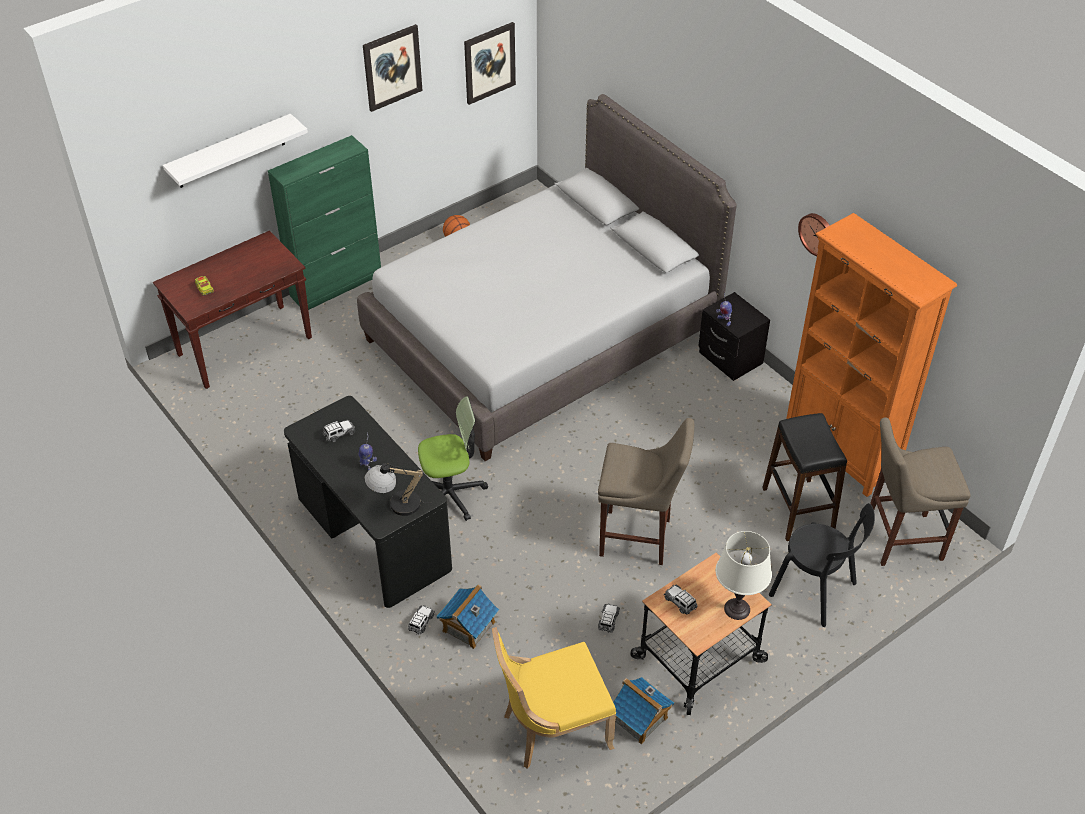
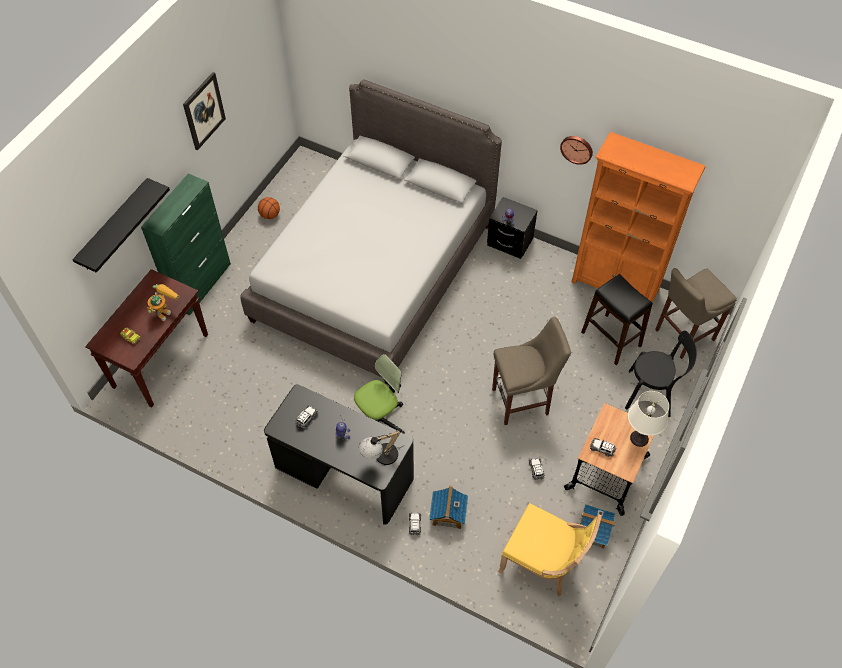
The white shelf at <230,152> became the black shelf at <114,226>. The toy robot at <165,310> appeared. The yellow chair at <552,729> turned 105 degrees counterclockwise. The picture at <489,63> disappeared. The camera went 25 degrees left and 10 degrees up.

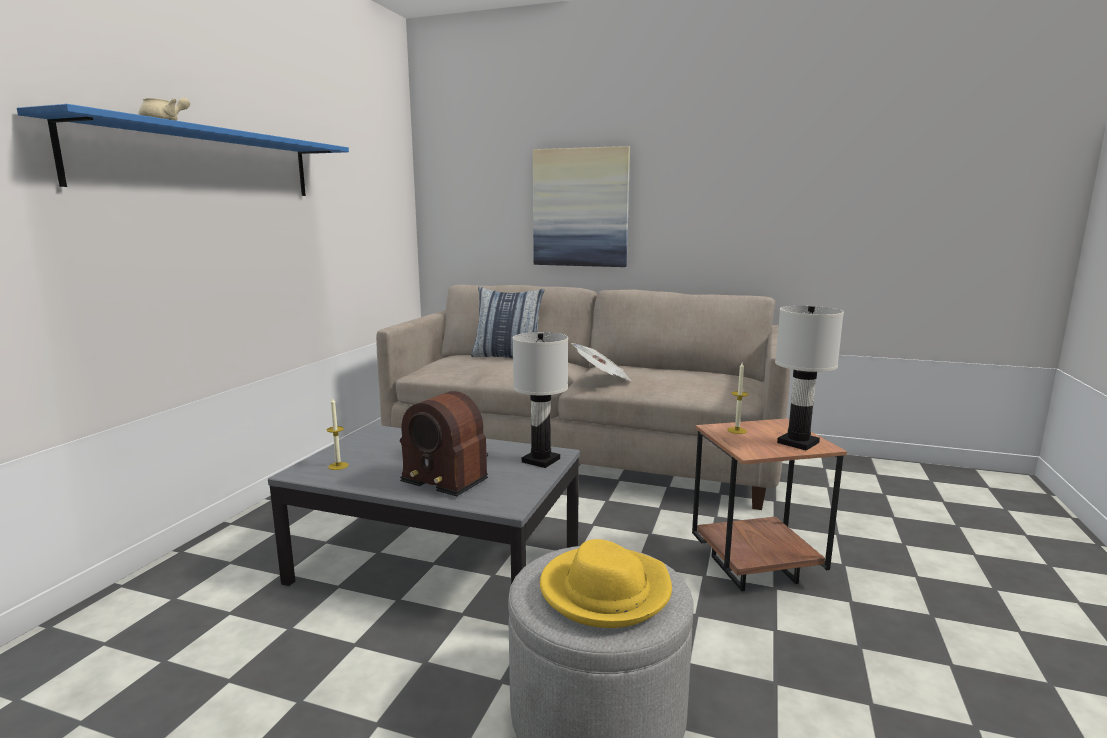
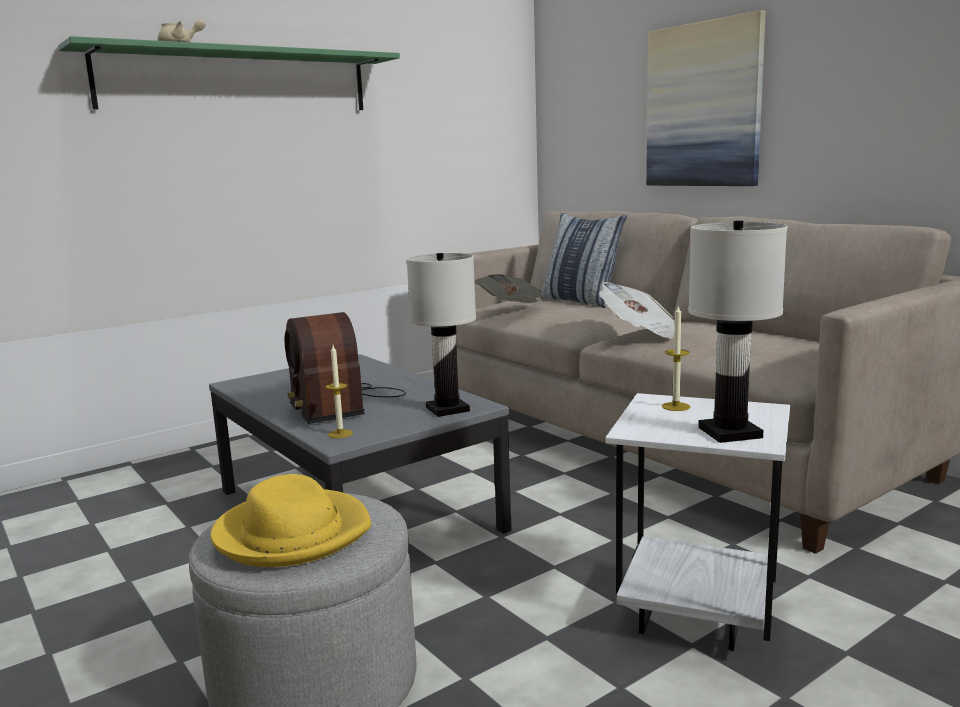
The blue shelf at <203,163> became the green shelf at <238,81>. The candle moved from <338,466> to <340,434>. The newspaper at <511,308> appeared. The brown side table at <755,571> became the white side table at <694,618>. The camera went 35 degrees right and 0 degrees up.

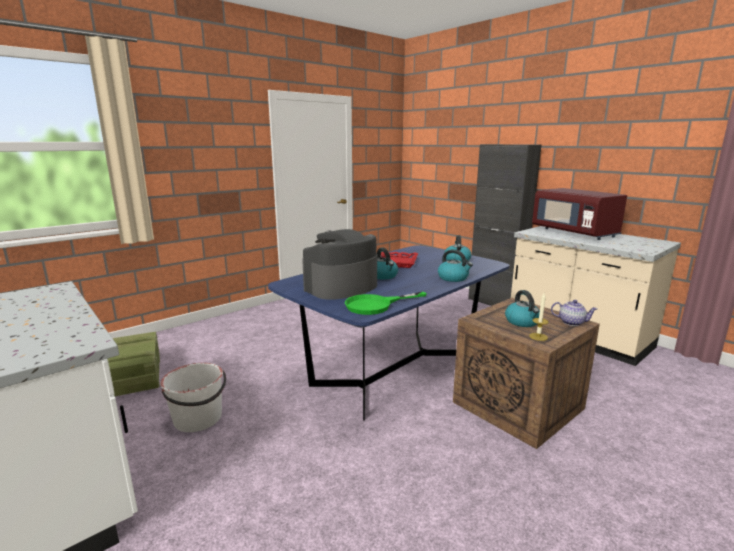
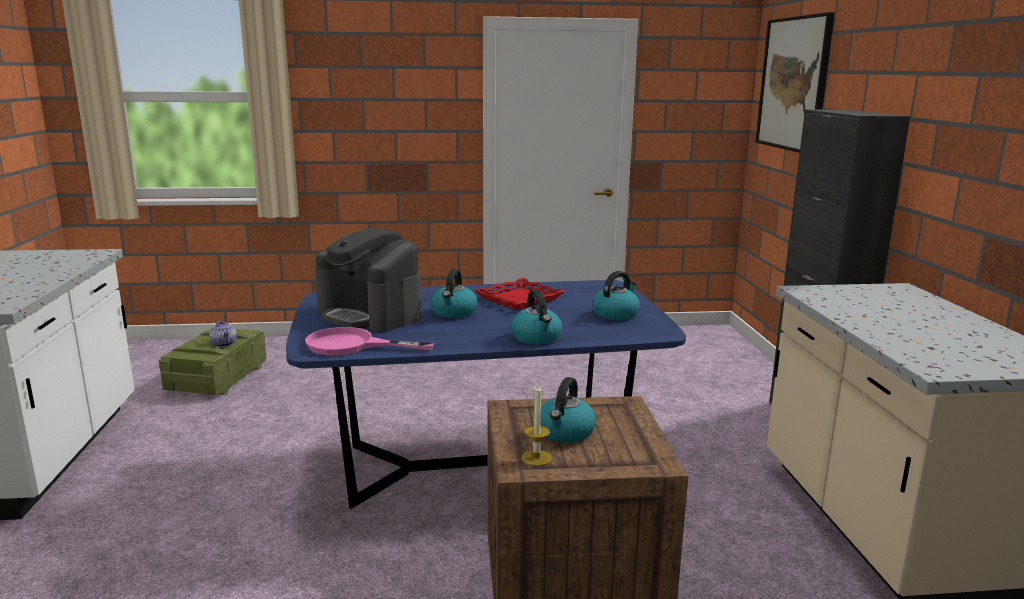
The teapot moved from <571,322> to <225,344>. The green frying pan at <376,305> became the pink frying pan at <352,345>. The coffee machine at <341,287> turned 135 degrees counterclockwise. The picture at <794,84> appeared. The white bucket at <198,419> disappeared. The red microwave at <574,233> disappeared. The camera went 35 degrees right and 0 degrees up.

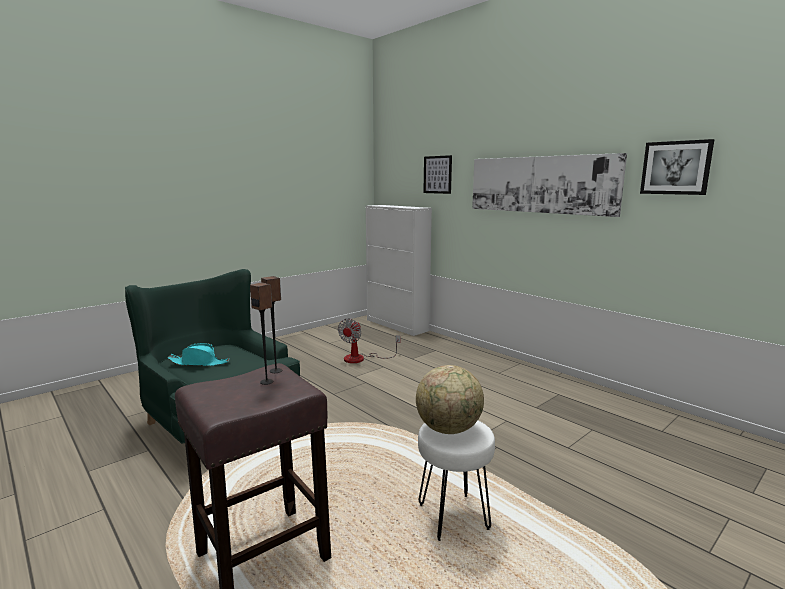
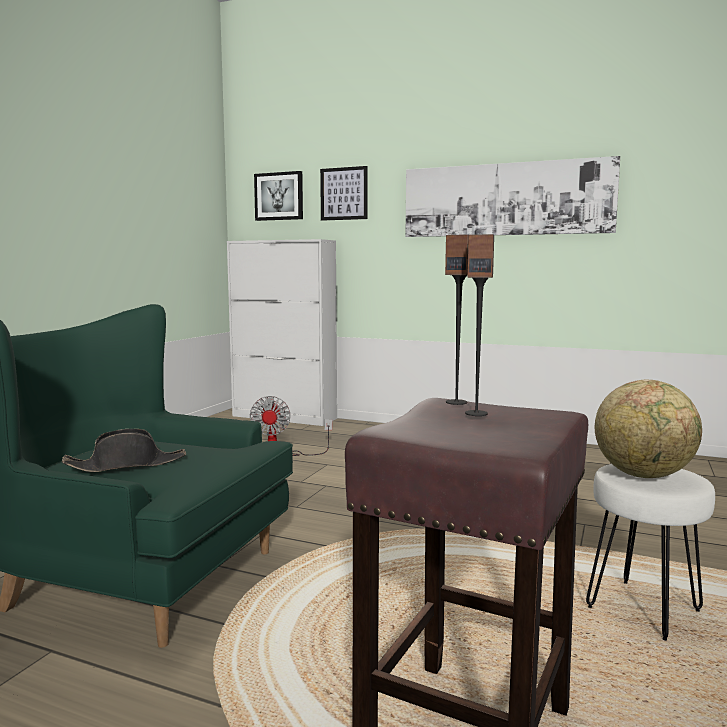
The turquoise hat at <199,363> became the black hat at <127,465>. The picture moved from <676,168> to <279,196>. The camera went 25 degrees left and 5 degrees down.

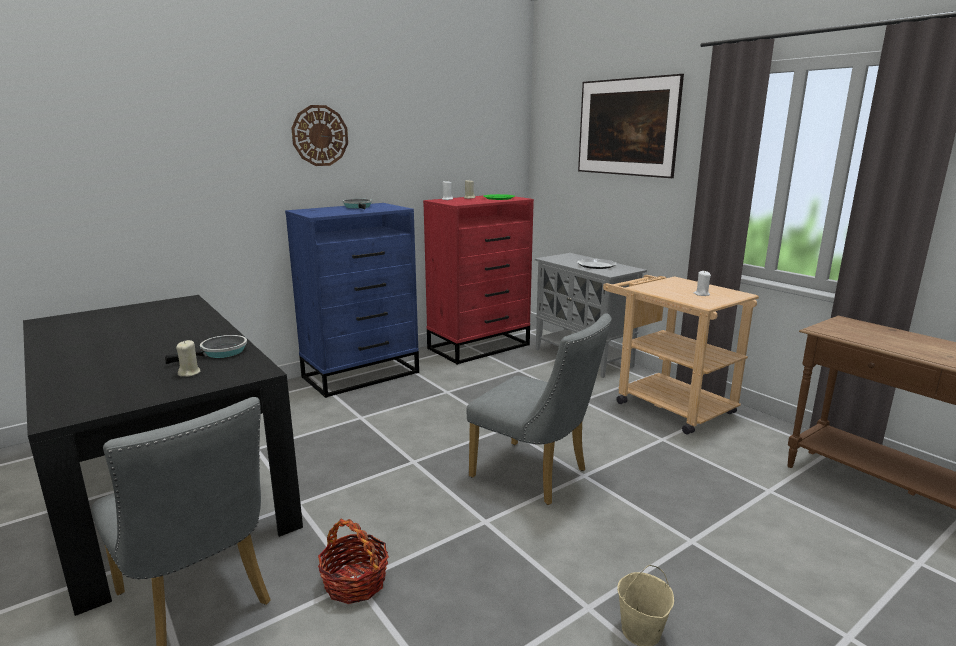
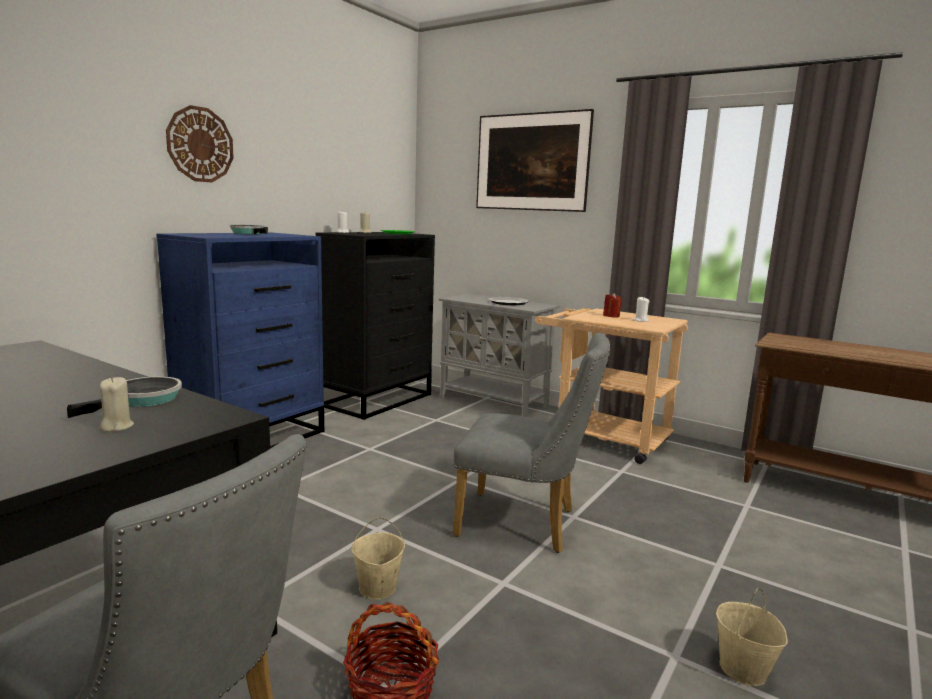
The red dresser at <479,346> became the black dresser at <378,400>. The beige bucket at <377,588> appeared. The red candle at <611,316> appeared. The camera went 20 degrees left and 5 degrees down.

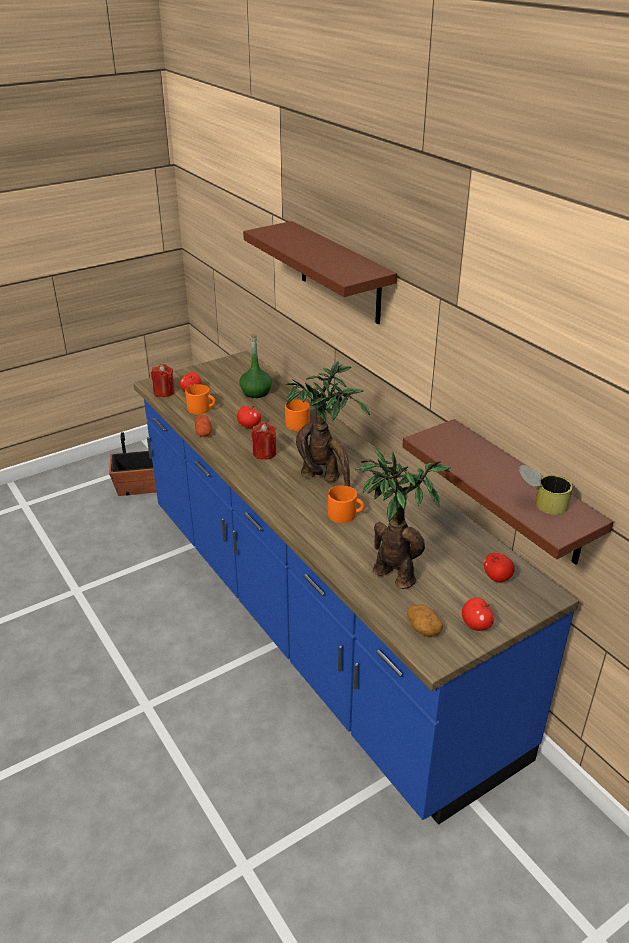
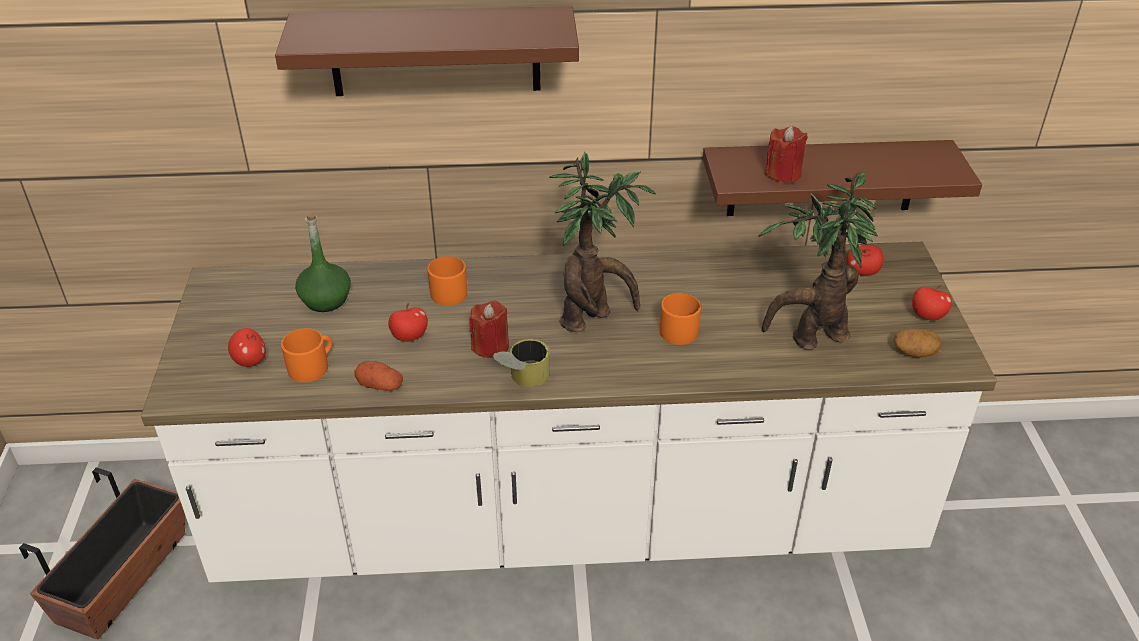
The blue counter at <314,621> became the white counter at <569,518>. The can moved from <540,503> to <522,380>. The red candle moved from <164,392> to <783,173>. The camera went 60 degrees left and 5 degrees up.

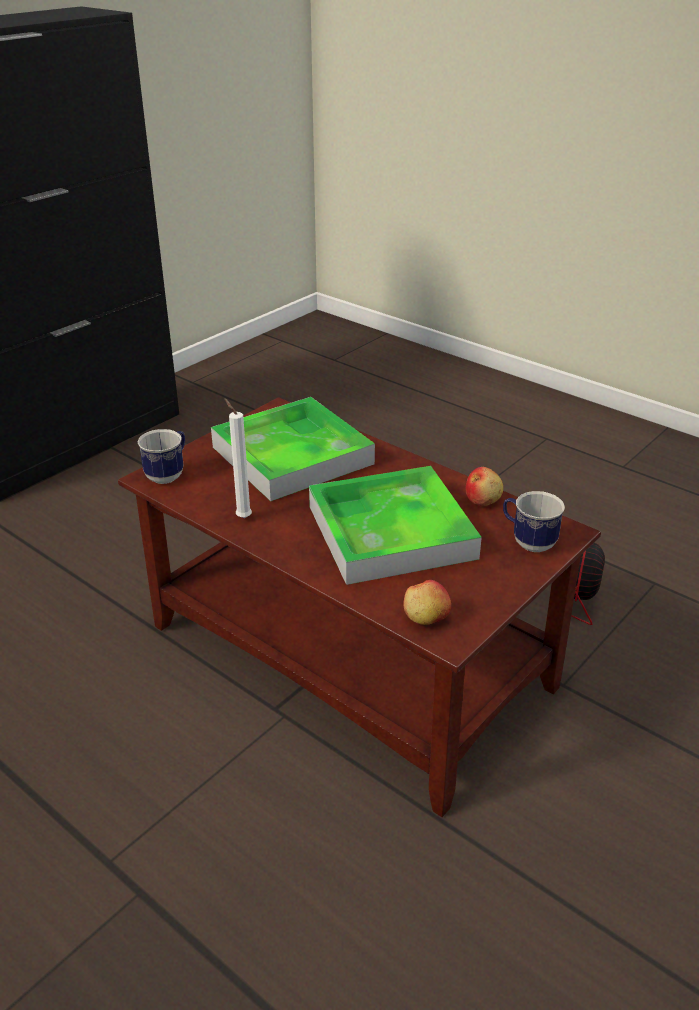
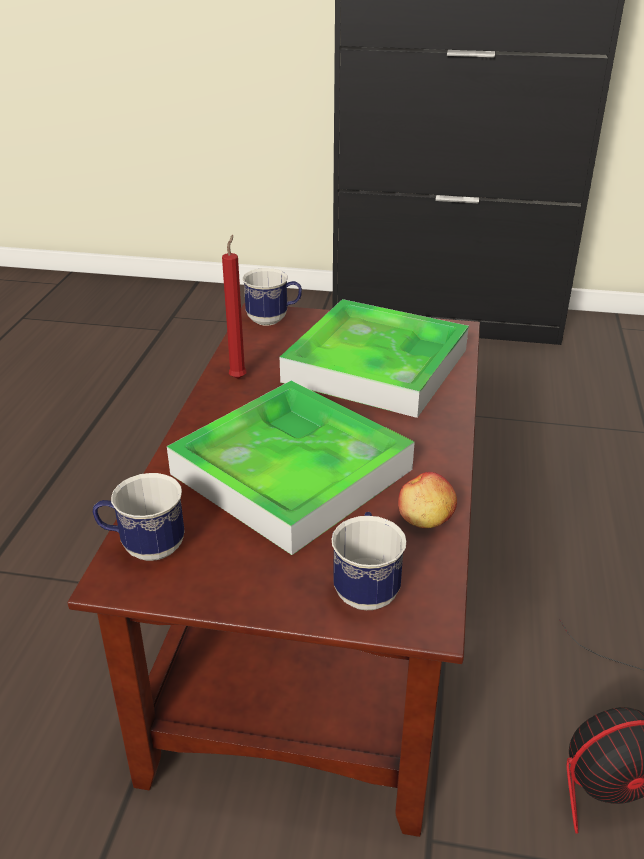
The apple at <426,618> was replaced by the mug at <144,548>. The white candle at <242,517> became the red candle at <239,377>. The camera went 60 degrees right and 0 degrees up.

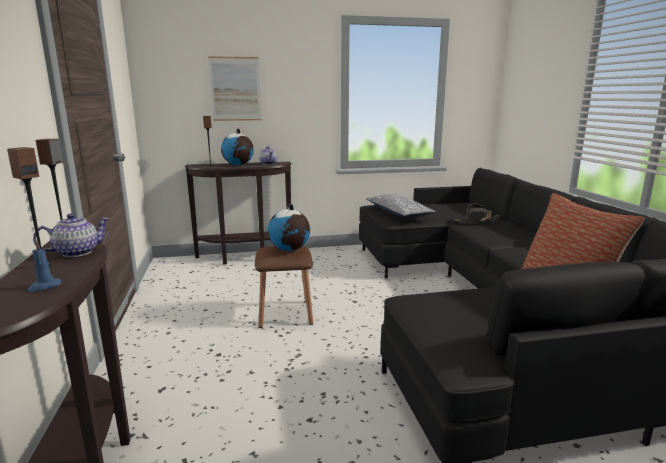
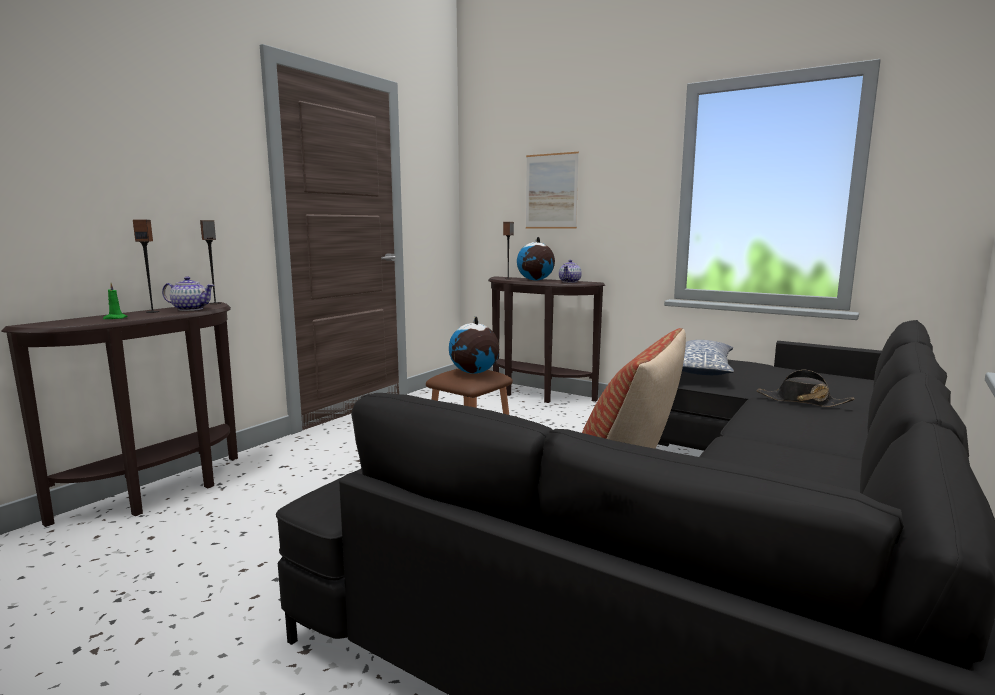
The blue candle at <44,287> became the green candle at <114,318>. The camera went 45 degrees right and 5 degrees down.

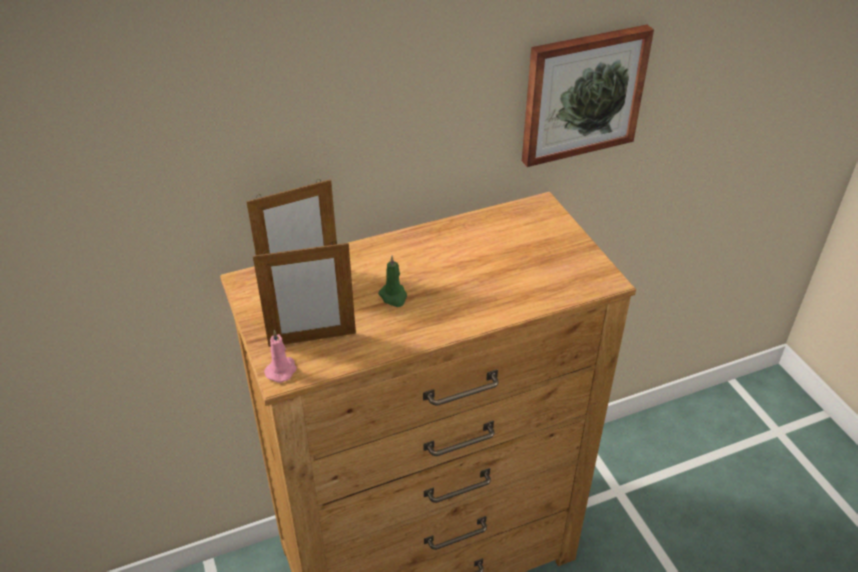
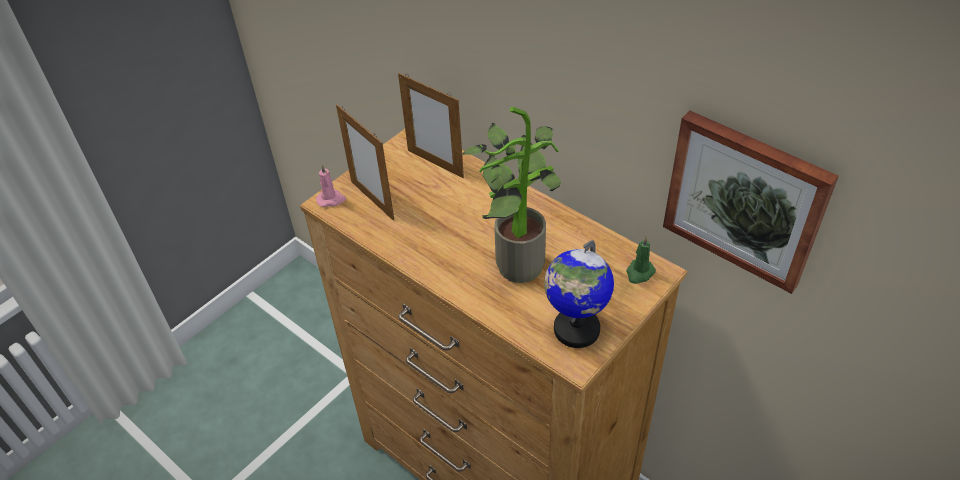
The potted plant at <516,261> appeared. The globe at <576,329> appeared. The green candle moved from <394,296> to <639,273>. The camera went 65 degrees right and 5 degrees up.

